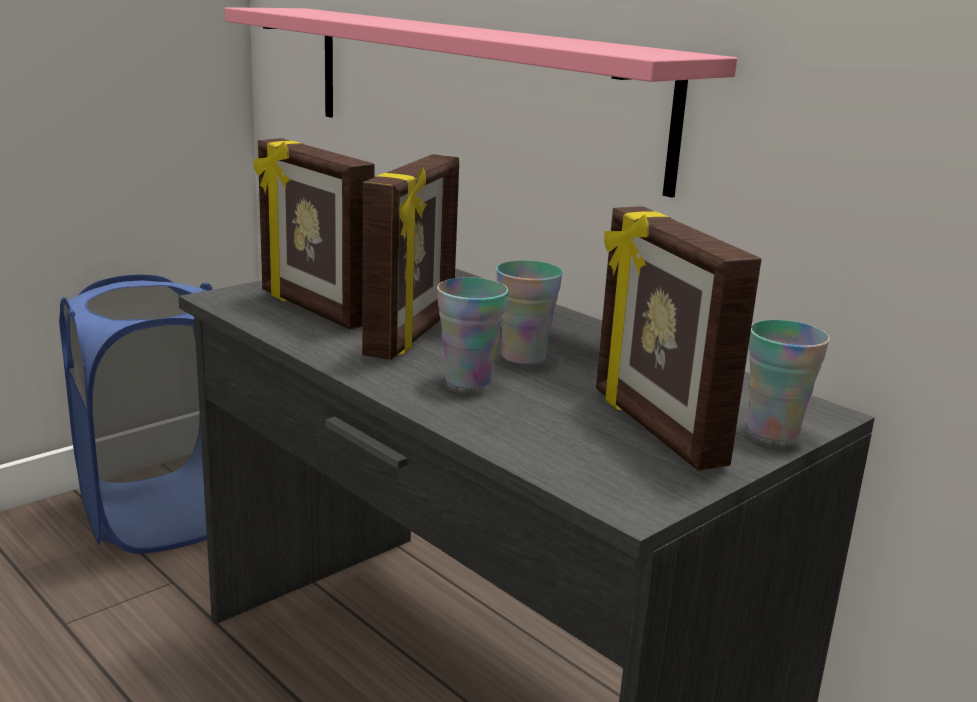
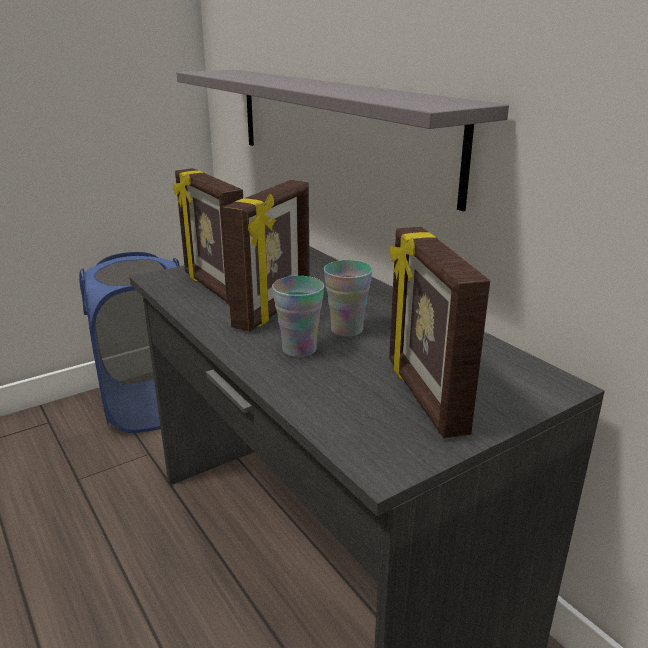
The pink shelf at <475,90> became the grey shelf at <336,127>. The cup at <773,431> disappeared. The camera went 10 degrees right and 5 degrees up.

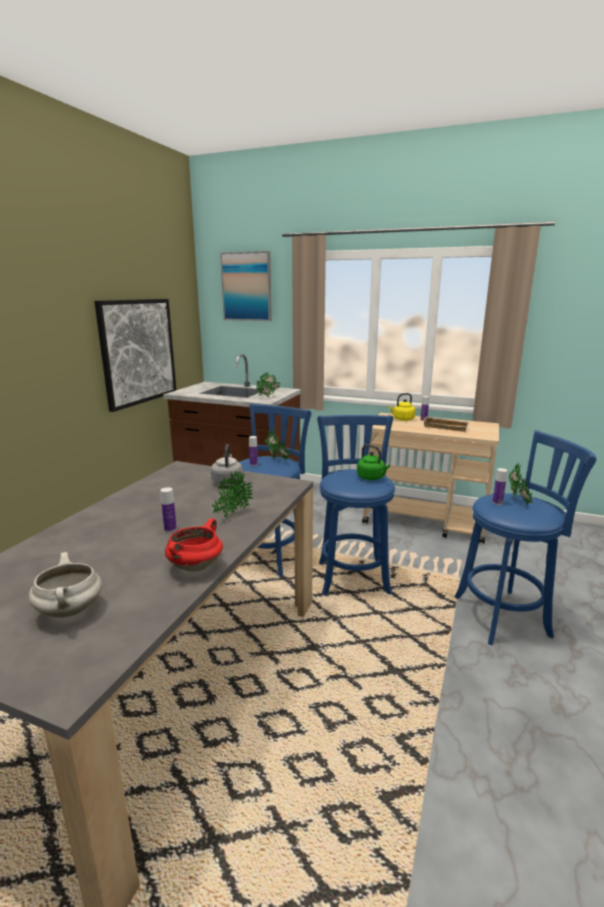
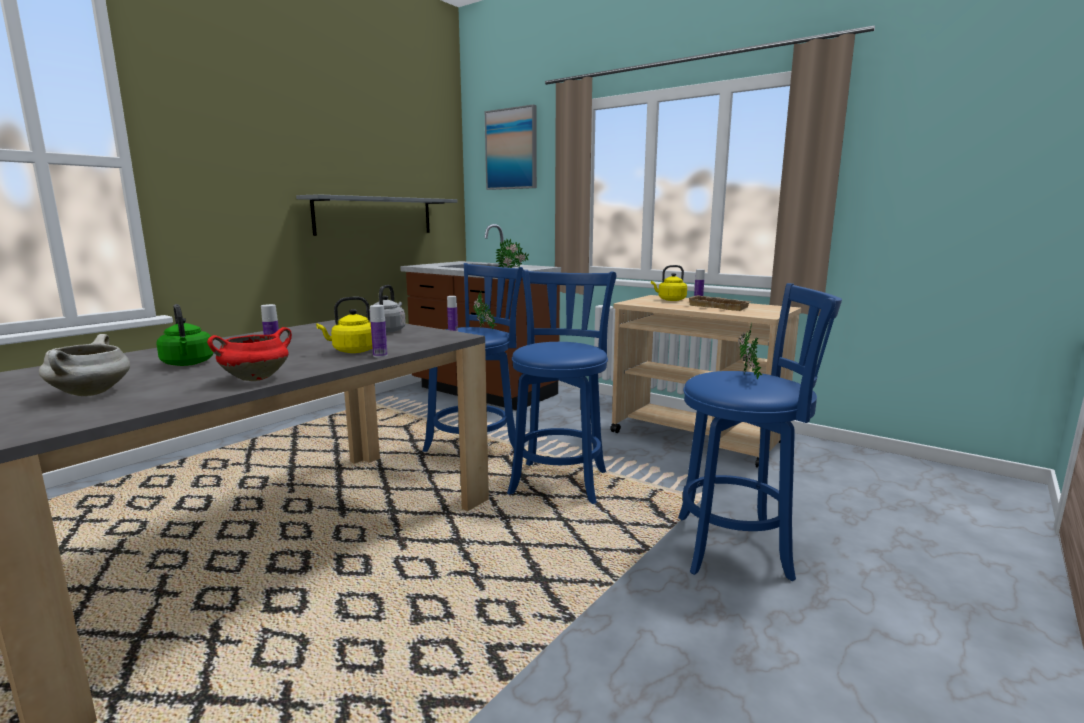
The green kettle moved from <372,478> to <188,363>. The picture at <138,351> was replaced by the grey shelf at <375,216>. The potted plant at <231,515> was replaced by the yellow kettle at <352,351>. The bottle moved from <497,502> to <380,355>. The camera went 15 degrees right and 5 degrees down.

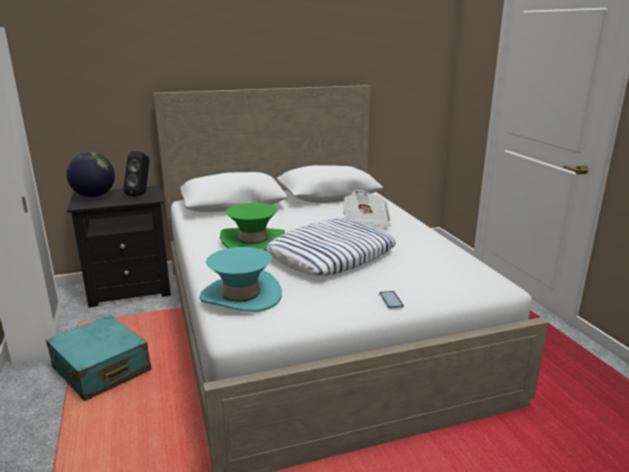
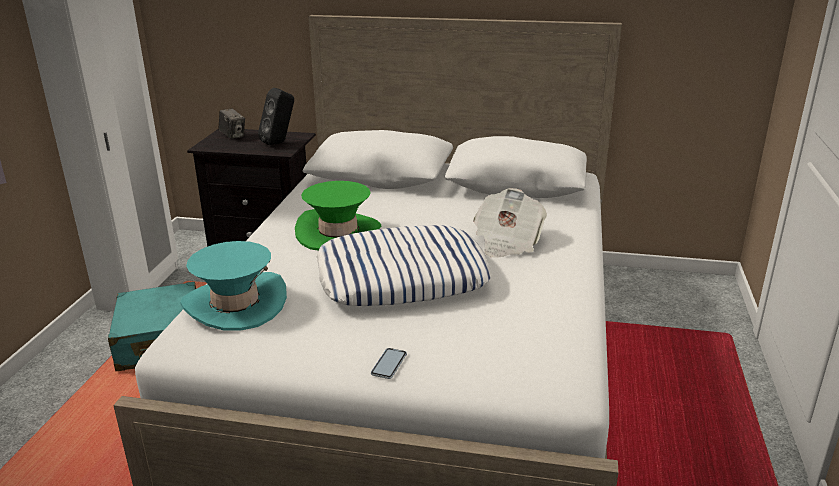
The globe at <94,196> was replaced by the photo camera at <233,136>. The camera went 30 degrees right and 5 degrees up.

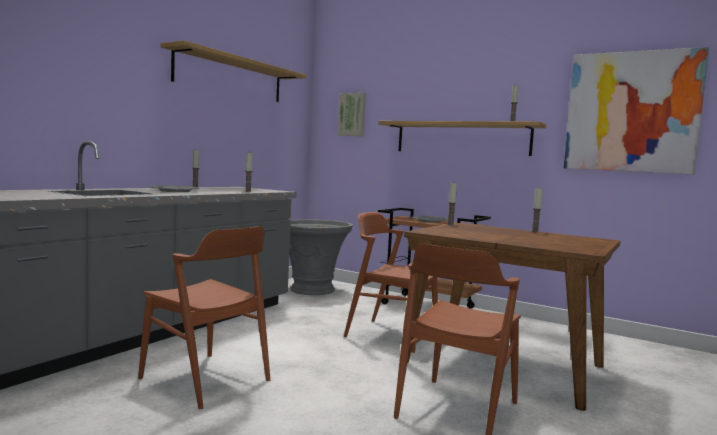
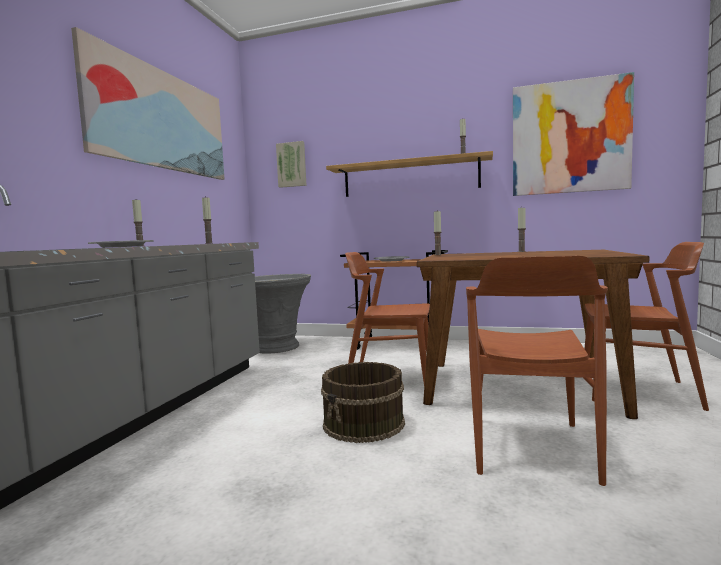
The shelf at <231,77> was replaced by the picture at <162,120>. The brown bucket at <364,424> appeared. The brown chair moved from <205,379> to <638,391>. The camera went 15 degrees left and 0 degrees up.

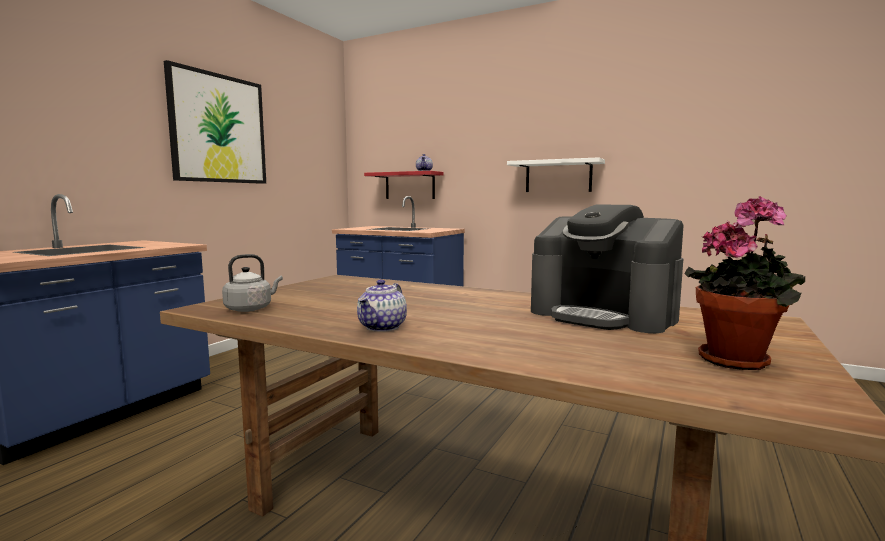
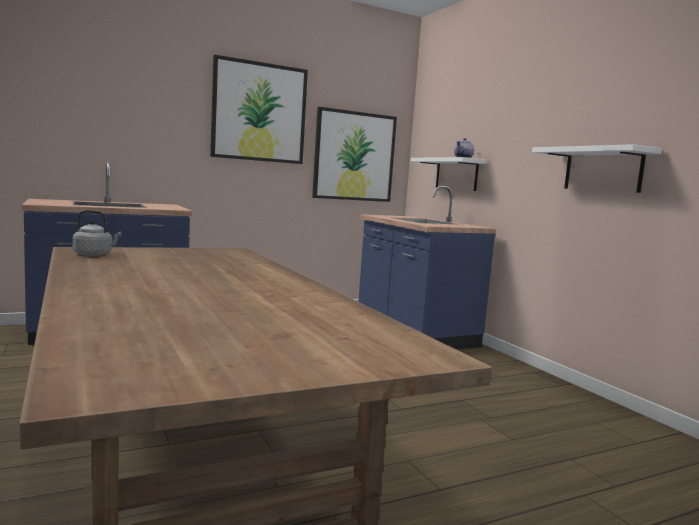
The picture at <354,156> appeared. The red shelf at <410,185> became the white shelf at <456,174>. The teapot at <382,327> disappeared. The coffee machine at <603,315> disappeared. The potted plant at <738,360> disappeared. The camera went 35 degrees right and 0 degrees up.

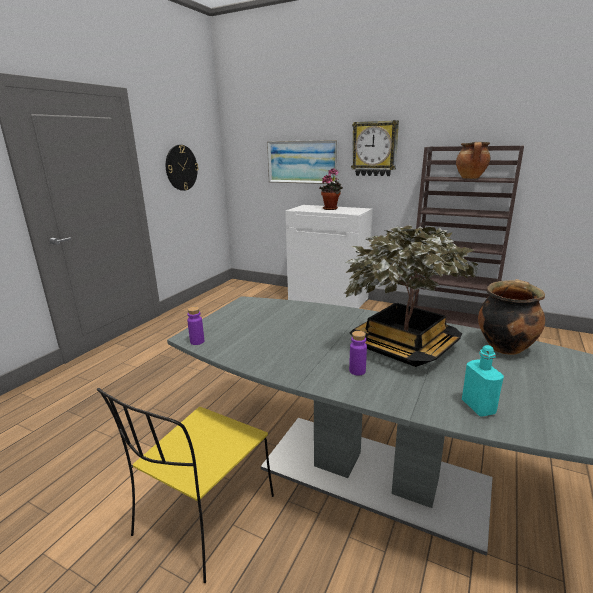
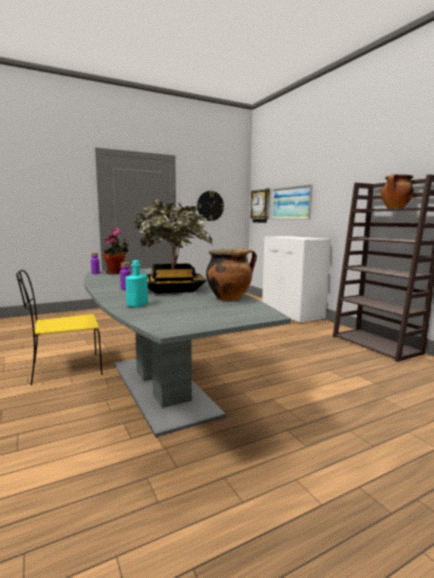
The potted plant moved from <331,208> to <116,273>. The wall clock moved from <374,149> to <261,206>. The camera went 35 degrees right and 10 degrees down.

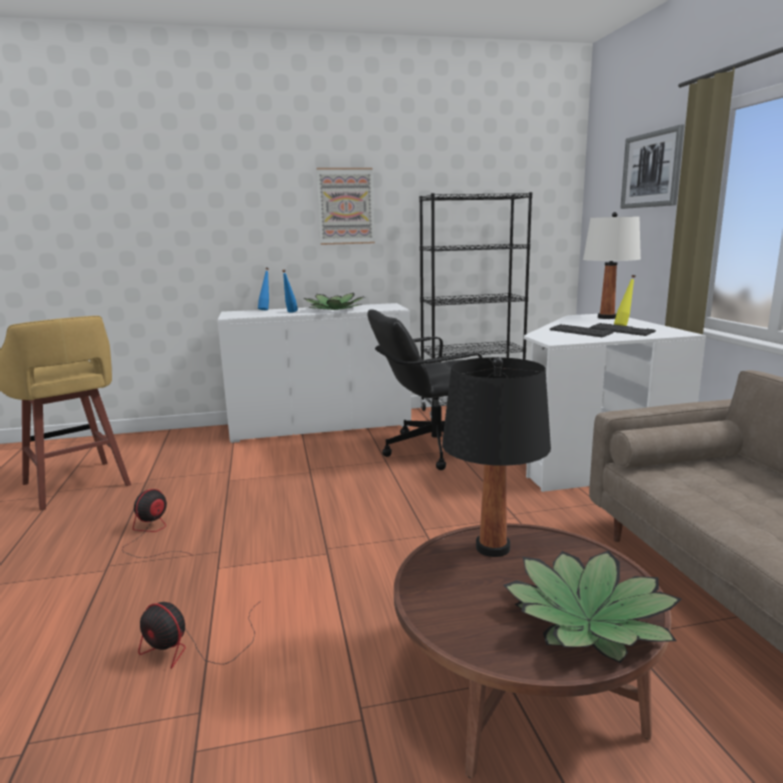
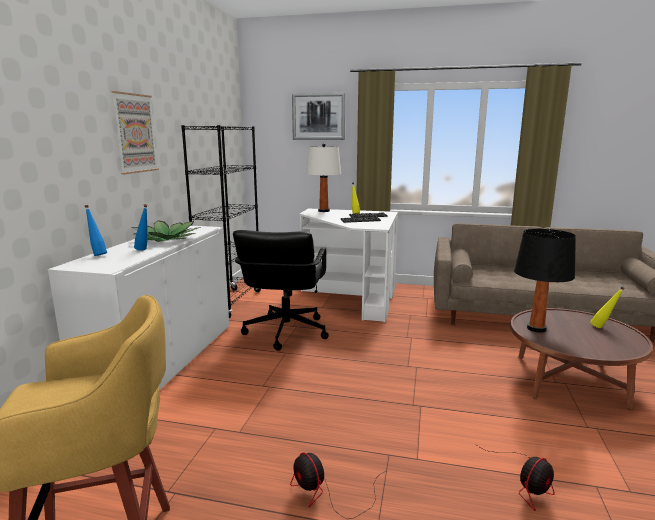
The potted plant at <588,620> was replaced by the yellow bottle at <603,328>. The camera went 65 degrees left and 0 degrees up.

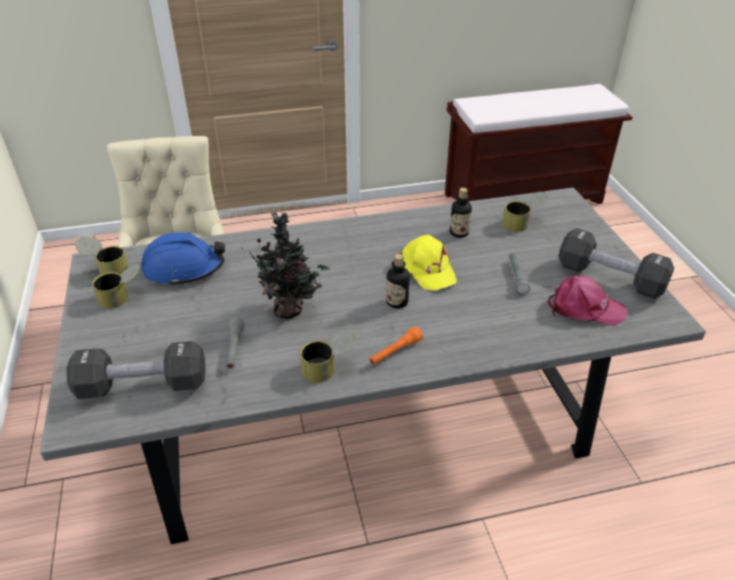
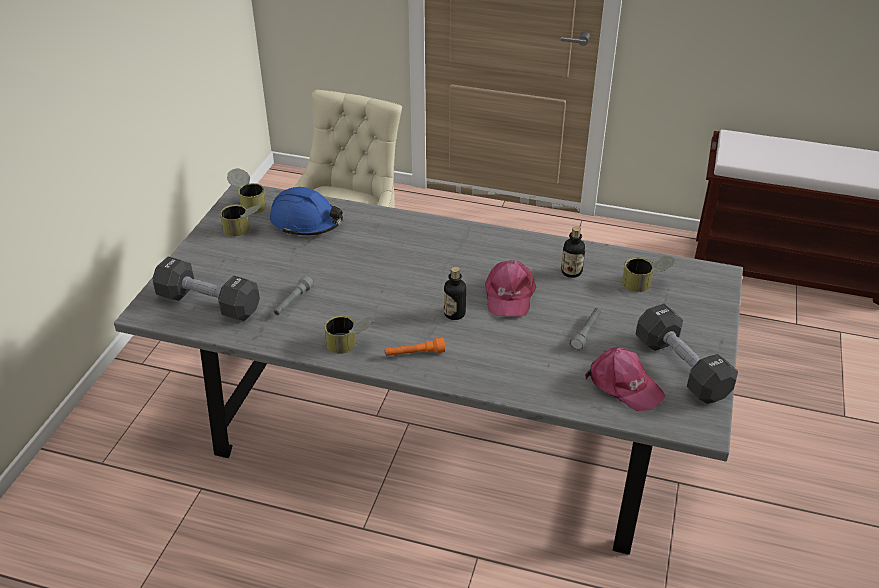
The yellow cap at <427,269> became the pink cap at <509,295>. The potted plant at <291,310> disappeared. The camera went 30 degrees right and 0 degrees up.

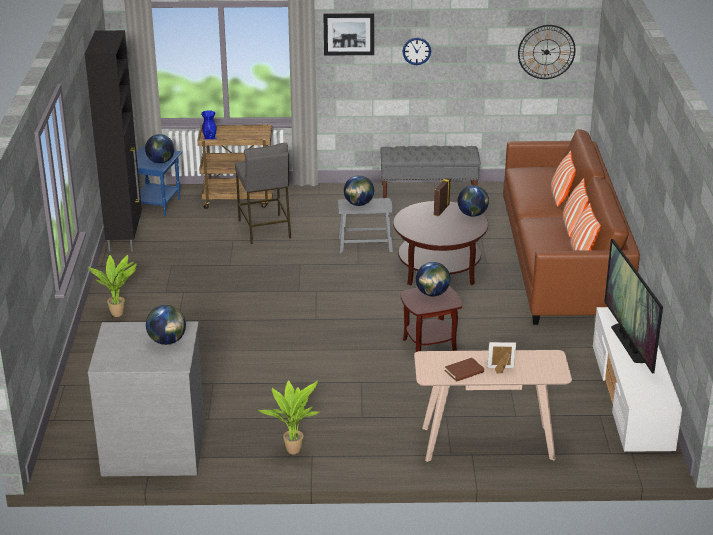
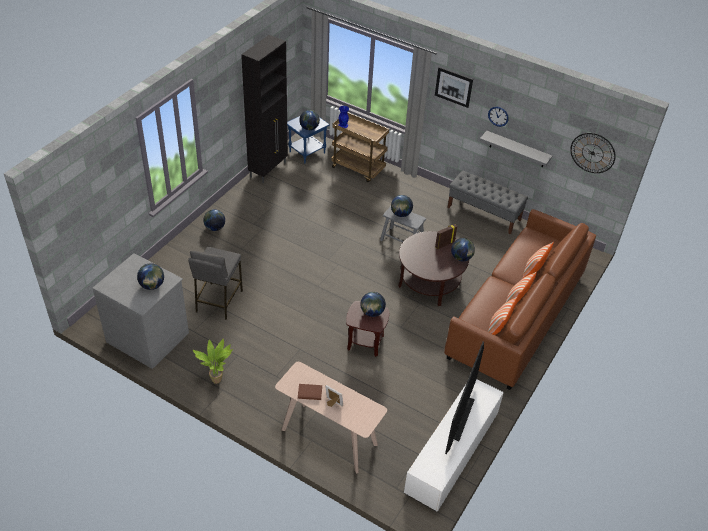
The grey stool moved from <264,229> to <218,301>. The potted plant at <118,313> was replaced by the globe at <215,228>. The grey shelf at <517,149> appeared. The camera went 30 degrees right and 15 degrees up.

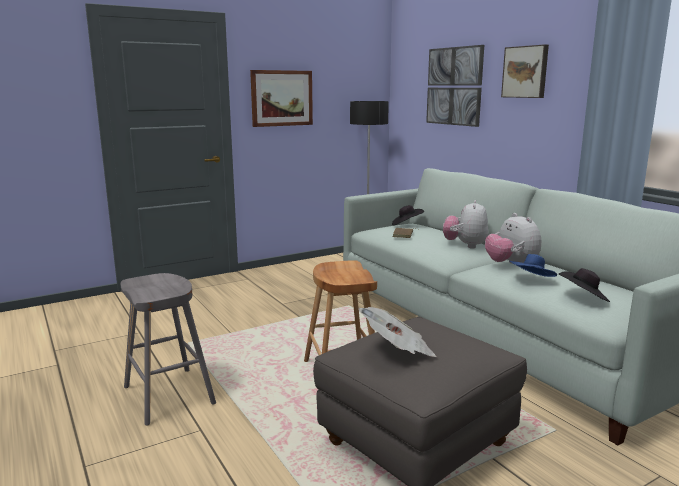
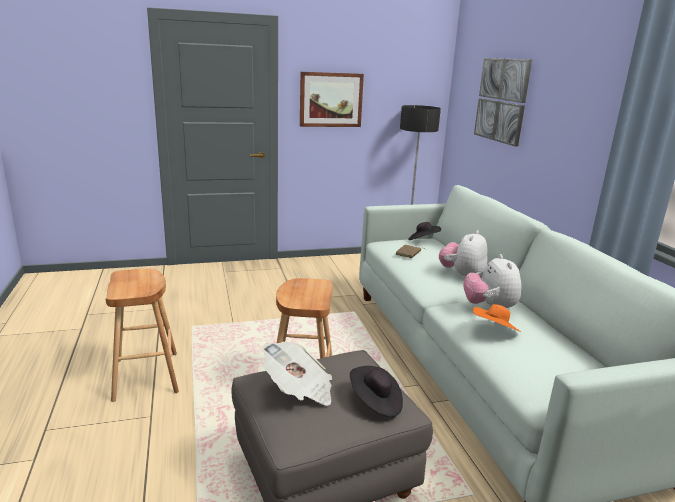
The grey stool at <168,395> became the brown stool at <146,376>. The black hat moved from <583,298> to <375,402>. The blue hat at <532,280> became the orange hat at <494,331>. The picture at <525,72> disappeared. The camera went 15 degrees right and 5 degrees up.

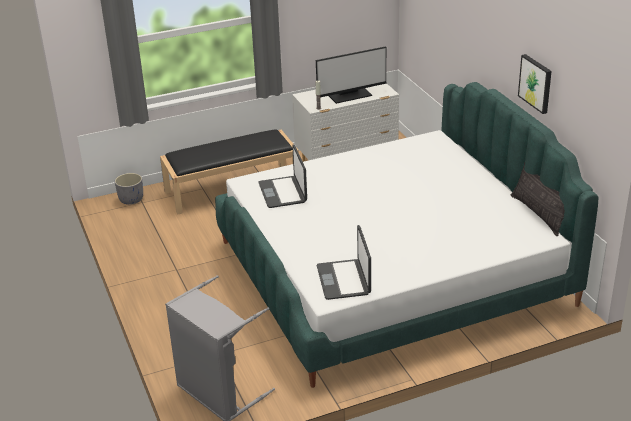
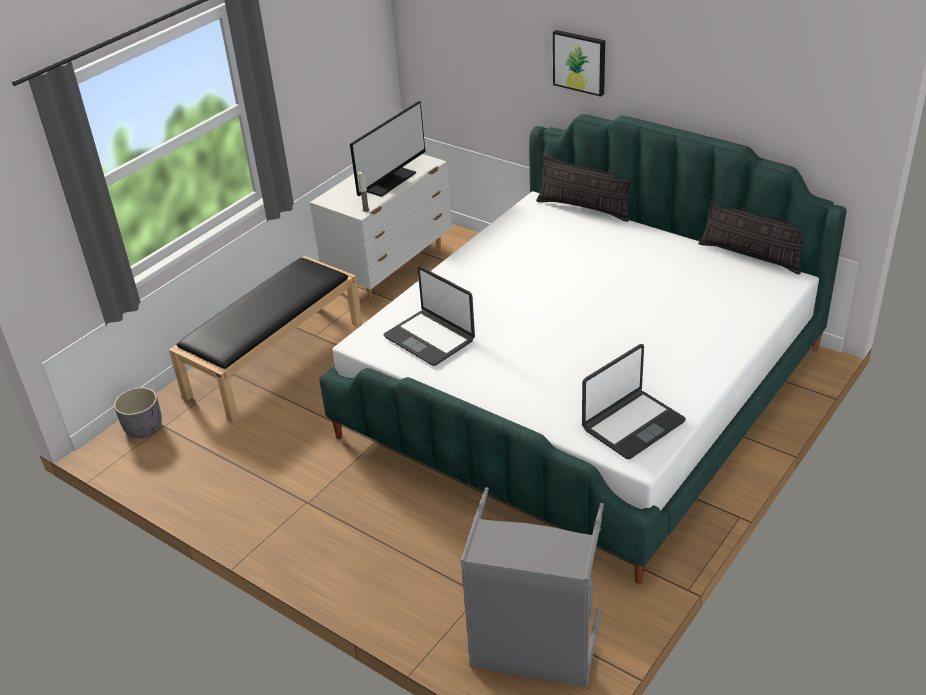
The pillow at <584,208> appeared. The picture moved from <536,83> to <580,62>. The laptop at <344,280> turned 90 degrees counterclockwise. The camera went 30 degrees left and 5 degrees up.

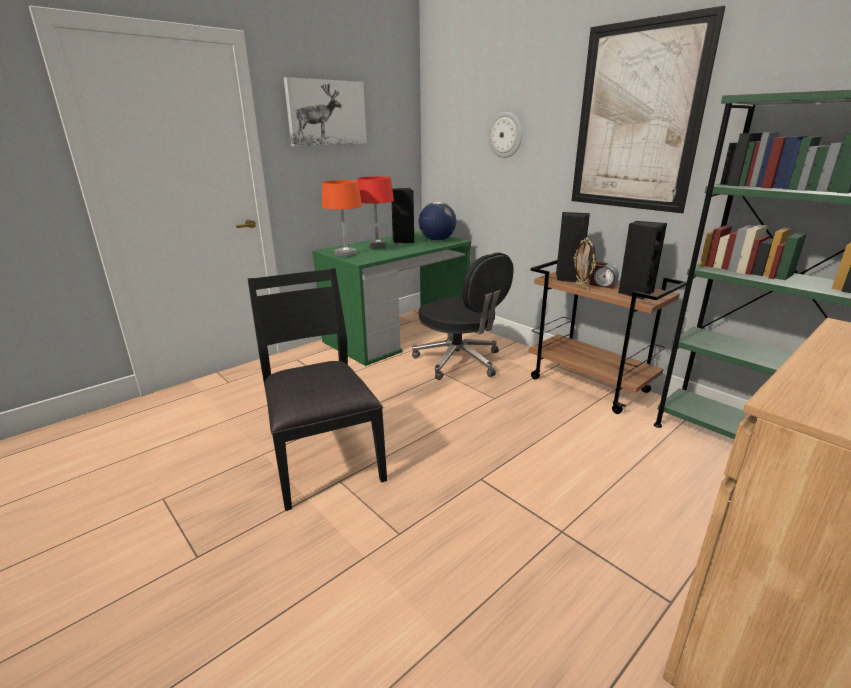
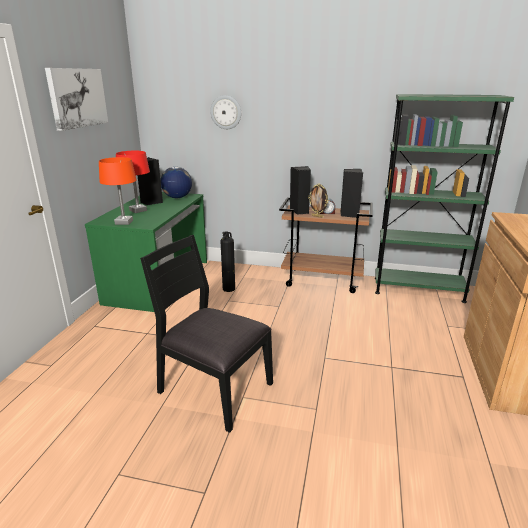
The black office chair at <460,361> was replaced by the fire extinguisher at <229,288>. The picture at <636,118> disappeared. The camera went 35 degrees left and 0 degrees up.

